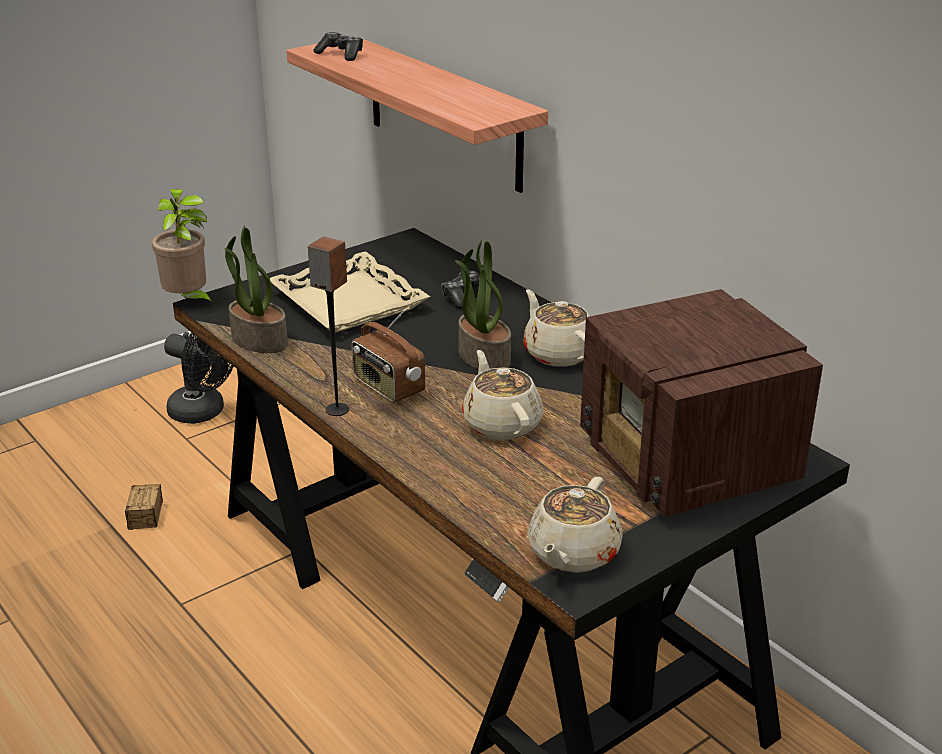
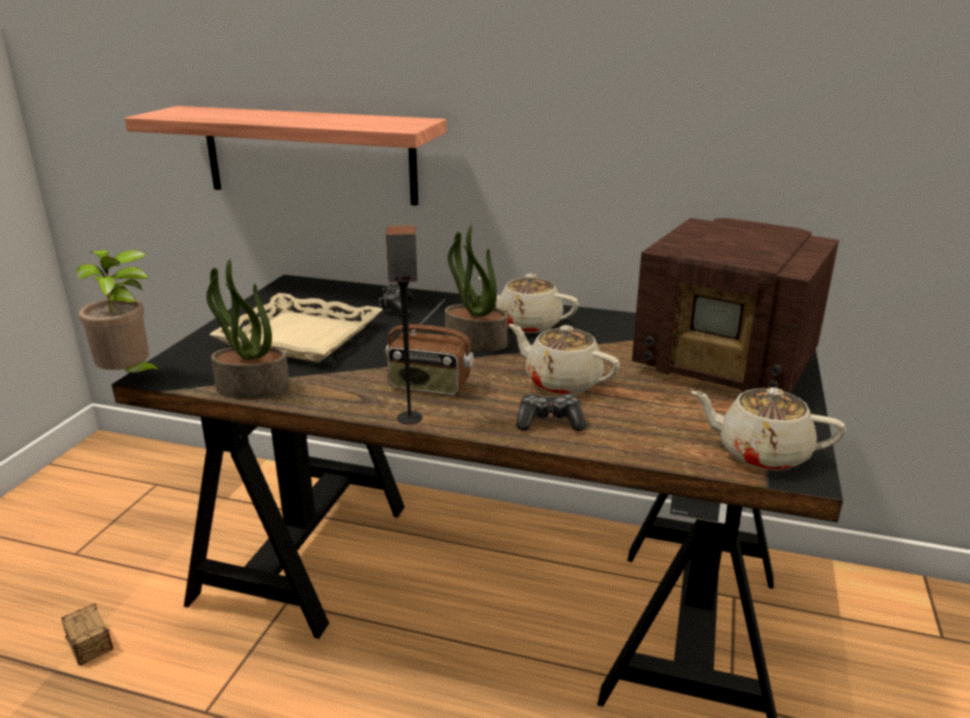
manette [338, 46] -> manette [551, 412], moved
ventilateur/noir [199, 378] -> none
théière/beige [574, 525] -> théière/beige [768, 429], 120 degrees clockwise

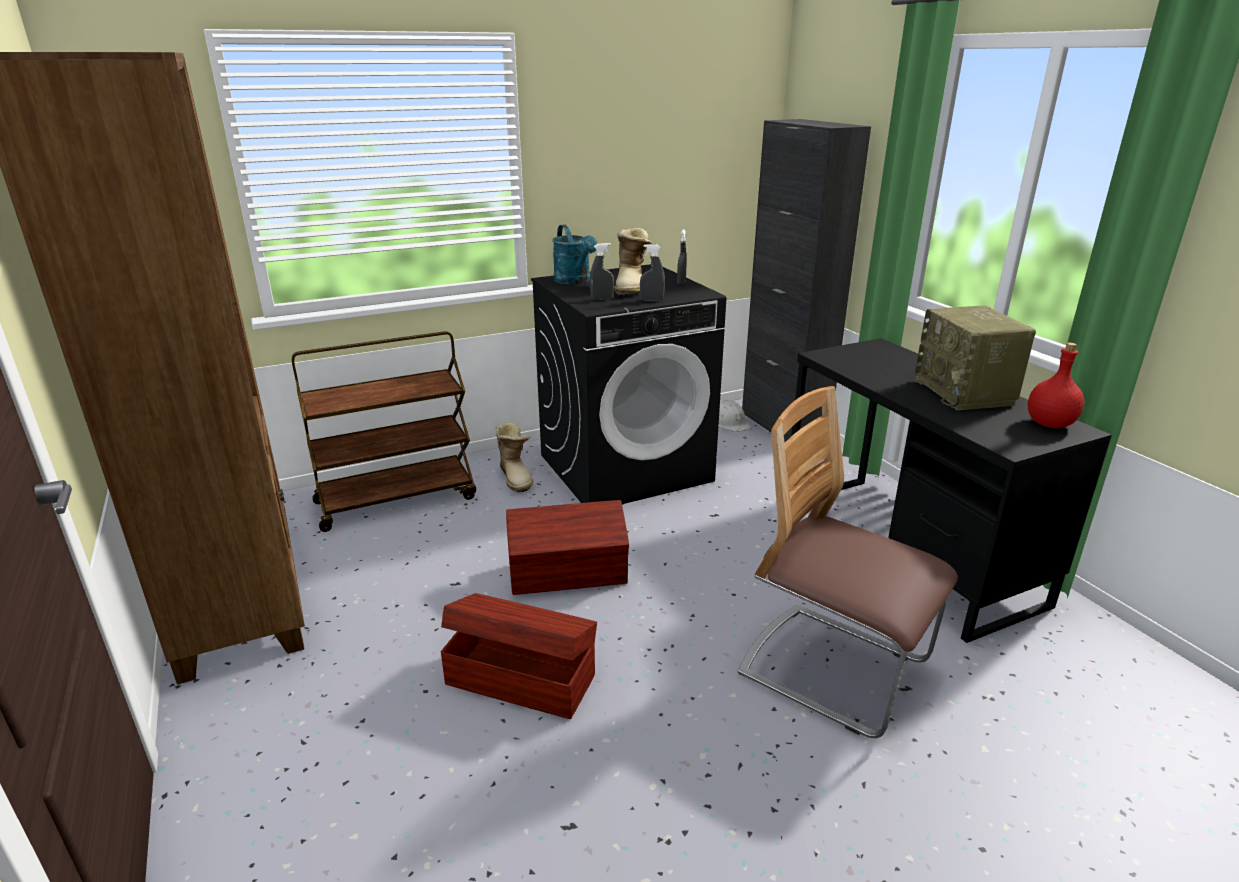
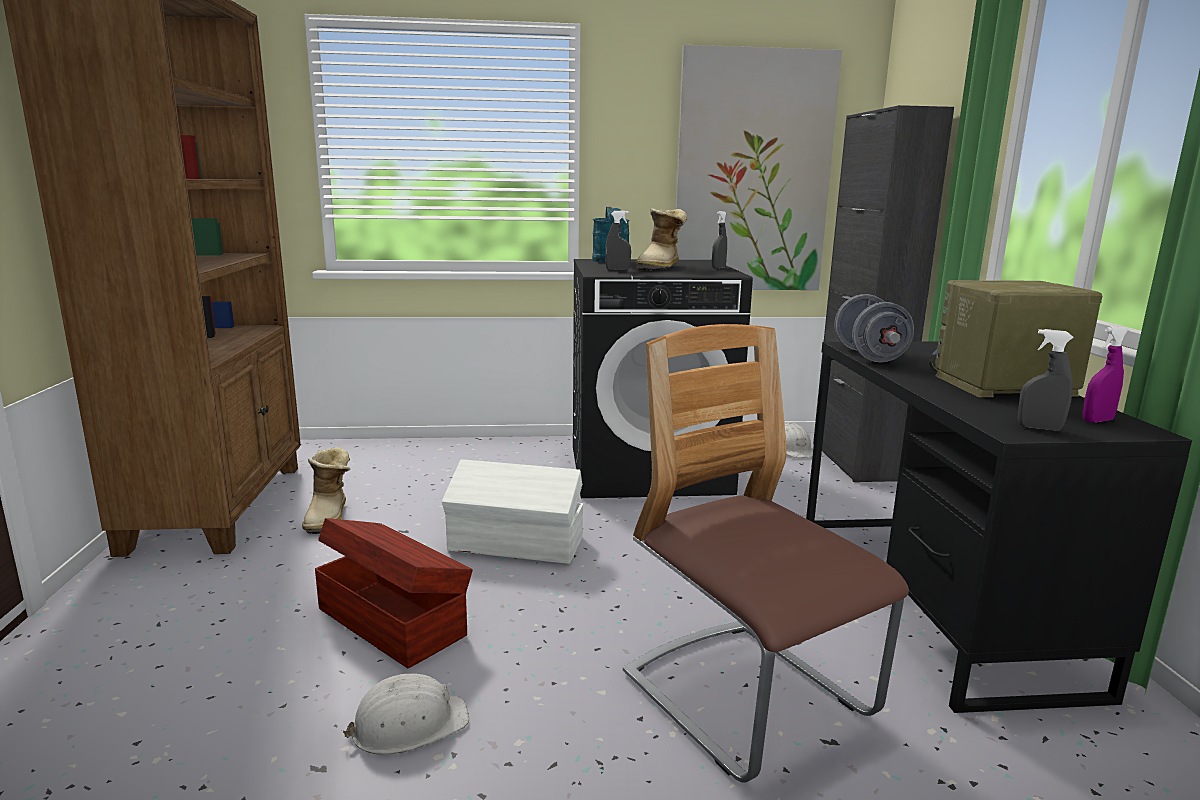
vaporisateur/gris [652, 272] -> vaporisateur/gris [1046, 380], moved
radio [975, 358] -> radio [1015, 338], 75 degrees clockwise
chariot/marron [384, 431] -> none
bouteille/rouge [1056, 386] -> vaporisateur/violet [1105, 374]
botte [514, 457] -> botte [326, 490], moved
boîte de rangement/marron [567, 547] -> boîte de rangement/blanc [512, 511]
none -> tableau [758, 167]
none -> haltère/gris [874, 328]
none -> casque de chantier/blanc [406, 714]

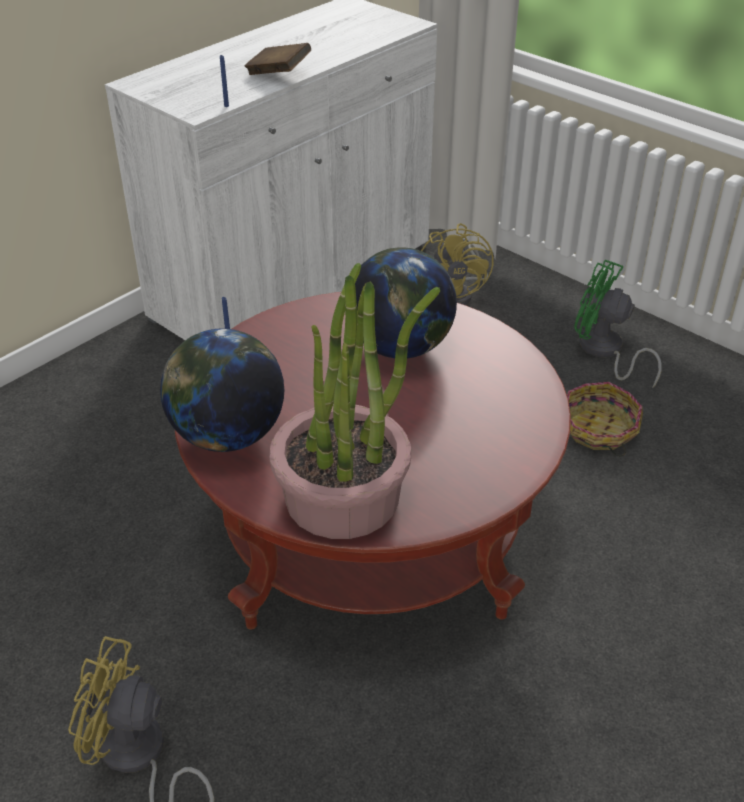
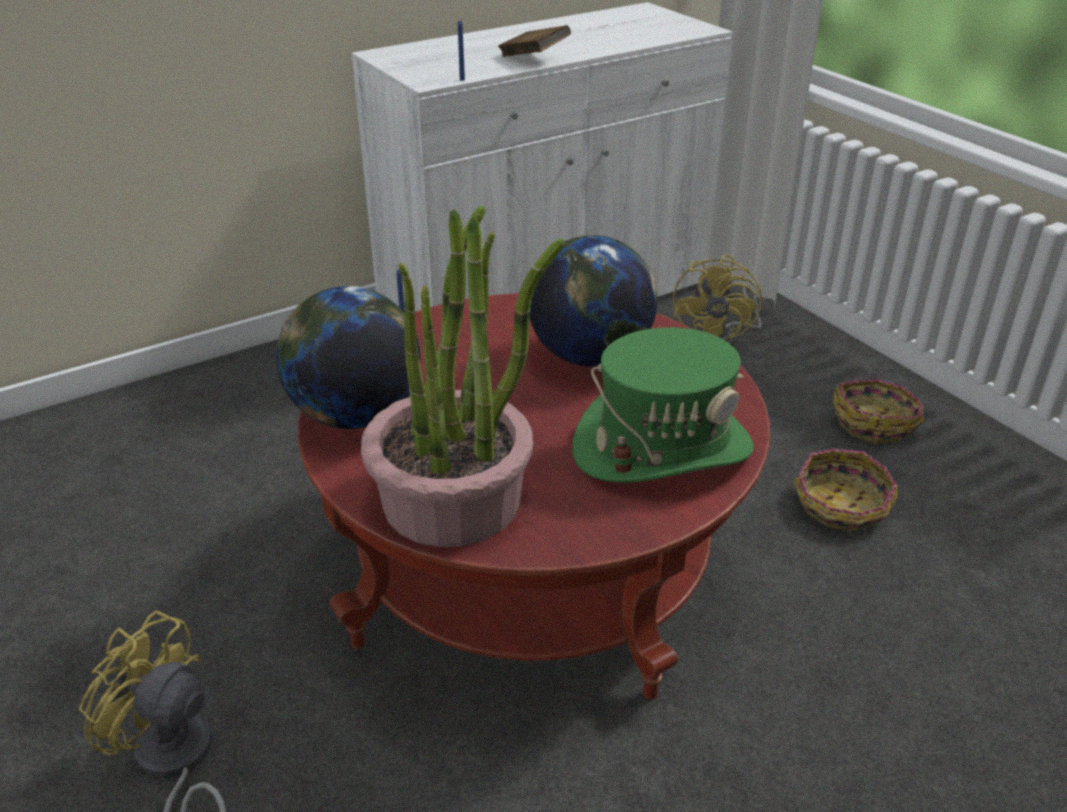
ventilateur/vert [618, 324] -> panier [878, 411]
none -> chapeau/vert [663, 405]

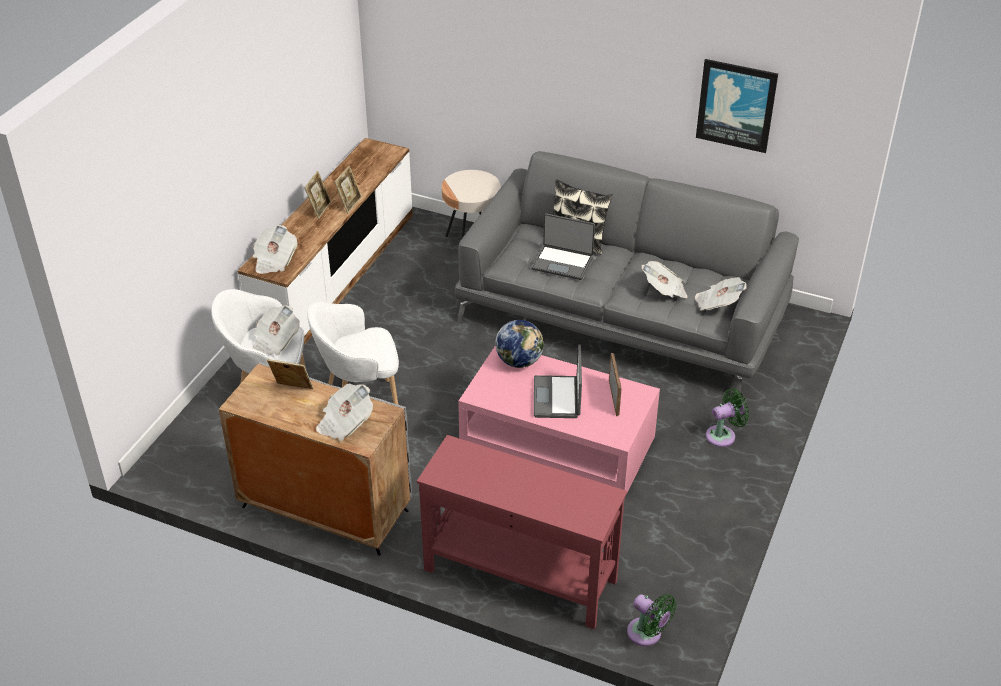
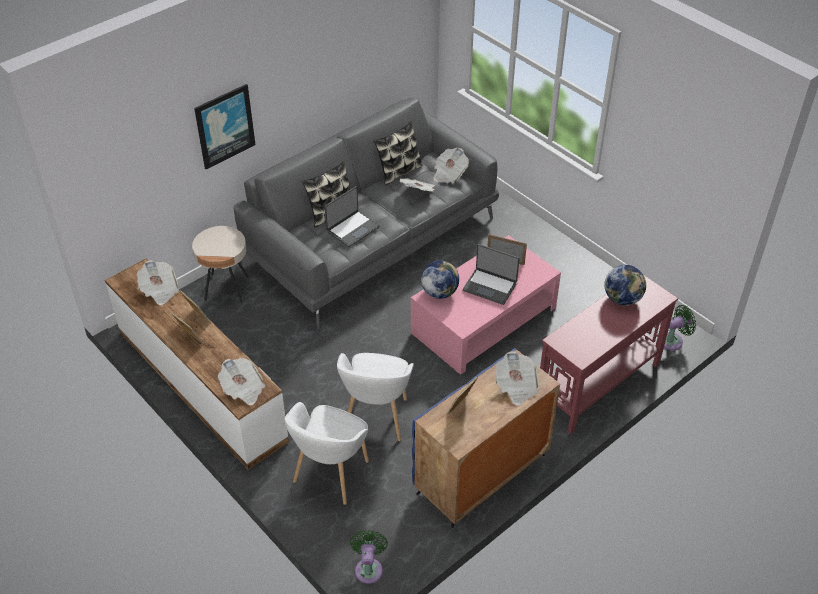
tableau [737, 106] -> tableau [225, 126], moved
journal [276, 330] -> journal [158, 282], moved
meuble de rangement/gris [315, 459] -> meuble de rangement/bleu [486, 438]
ventilateur/vert [727, 418] -> ventilateur/vert [369, 557], moved
none -> coussin [398, 153]
none -> globe [625, 285]

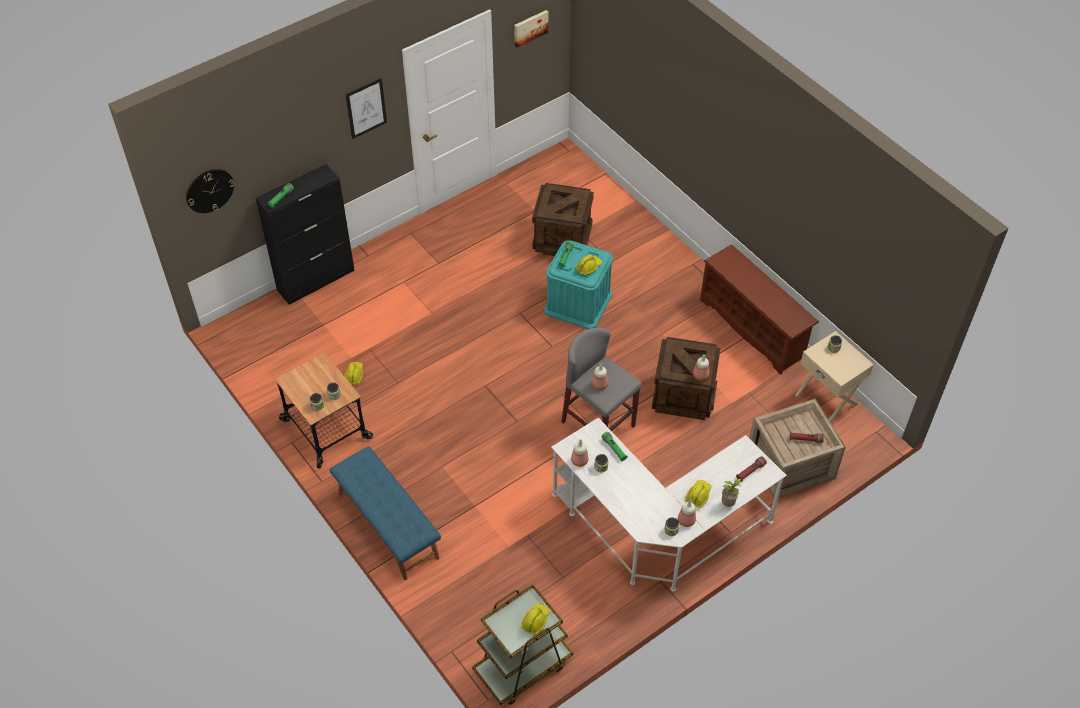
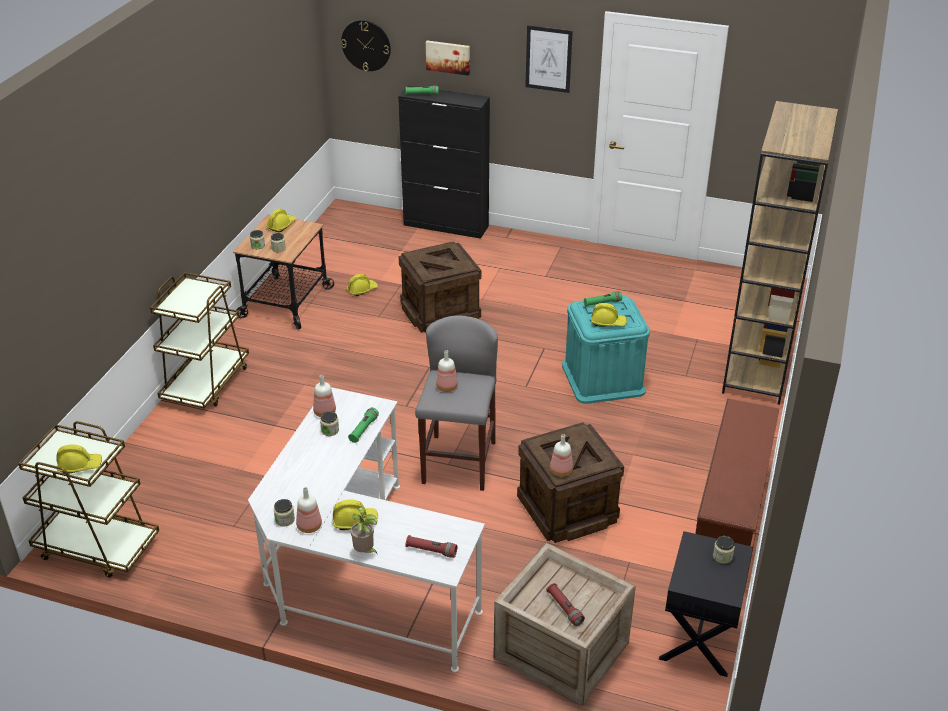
tableau [531, 28] -> tableau [448, 58], moved
caisse [563, 219] -> caisse [440, 287], moved
table de chevet/beige [834, 377] -> table de chevet/noir [706, 604]
banc/bleu [385, 513] -> chariot/marron [199, 340]
none -> bibliothèque/marron [780, 253]
none -> casque de chantier/jaune [281, 220]

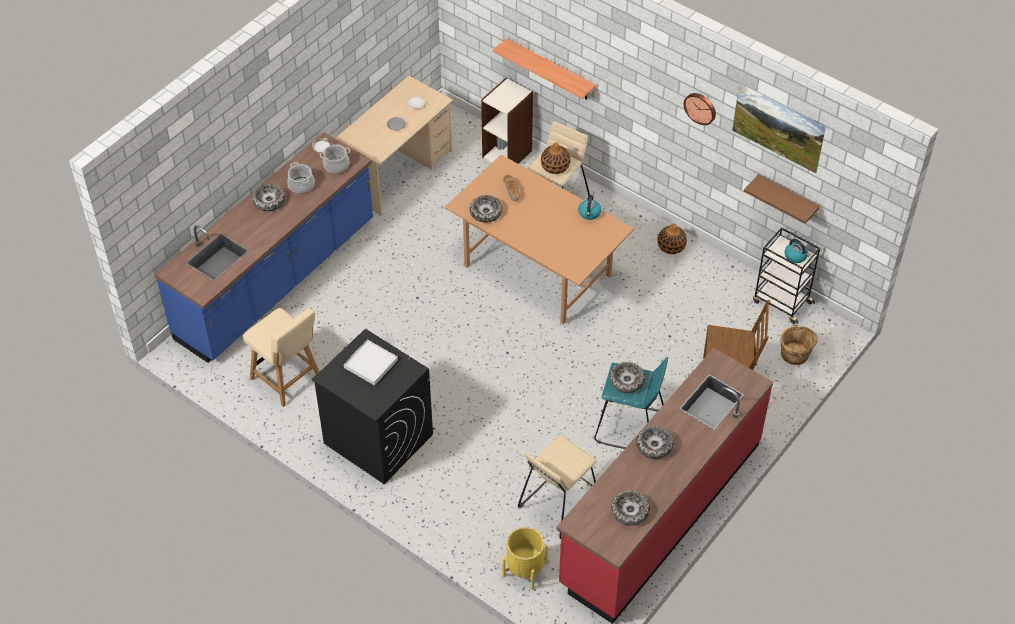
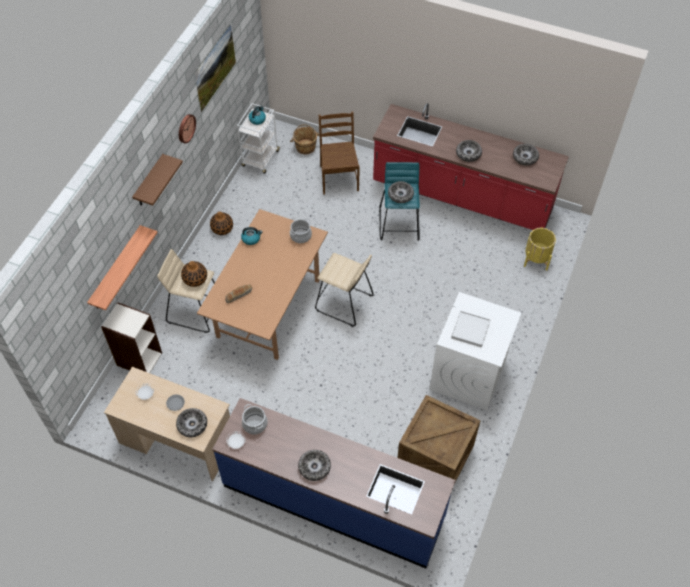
marmite [301, 178] -> marmite [301, 230], moved
étagère/marron [782, 199] -> étagère/marron [157, 180], moved
bol [486, 209] -> bol [191, 422], moved
chariot/noir [786, 275] -> chariot/blanc [258, 138]
chaise/beige [281, 357] -> caisse [439, 438]
lave-linge/noir [372, 406] -> lave-linge/blanc [475, 351]
tabouret/beige [557, 487] -> tabouret/beige [344, 290], moved

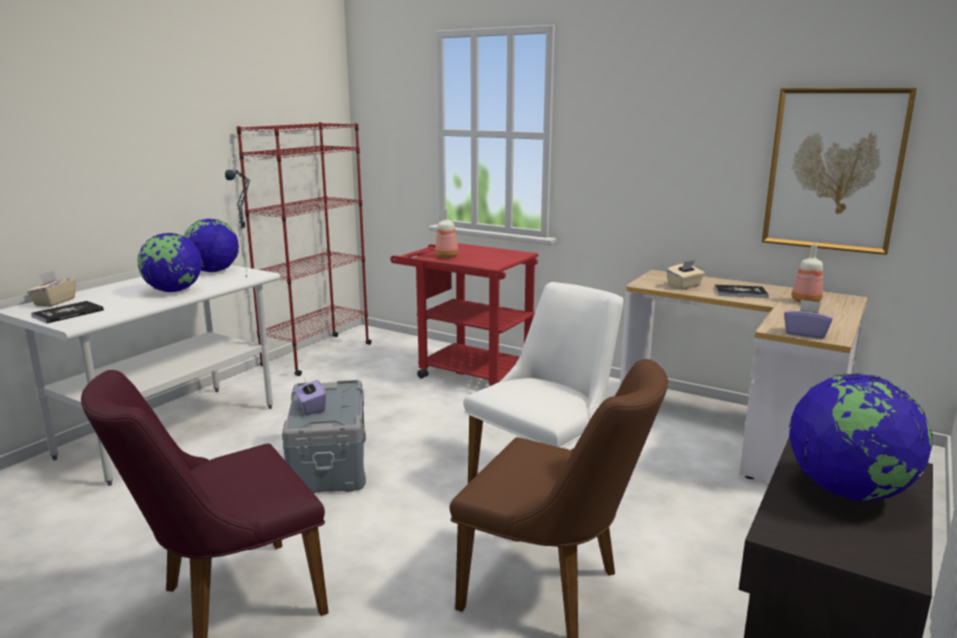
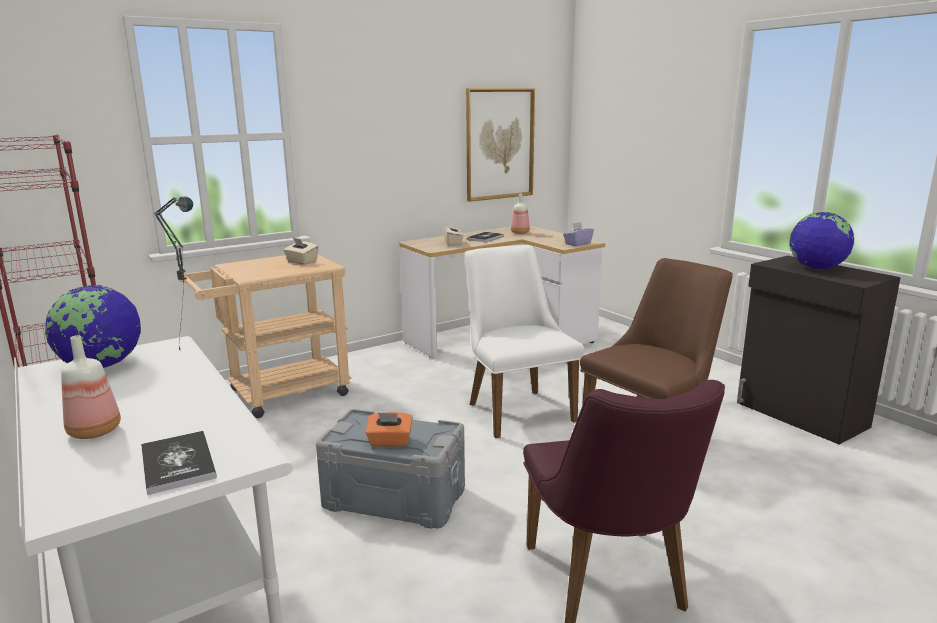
bouteille [446, 233] -> bouteille [91, 387], moved
globe [169, 262] -> none
chariot/rouge [464, 315] -> chariot/beige [265, 336]
boîte à mouchoirs/beige [51, 288] -> boîte à mouchoirs/beige [301, 251], moved
boîte à mouchoirs/violet [310, 396] -> boîte à mouchoirs/orange [389, 429]

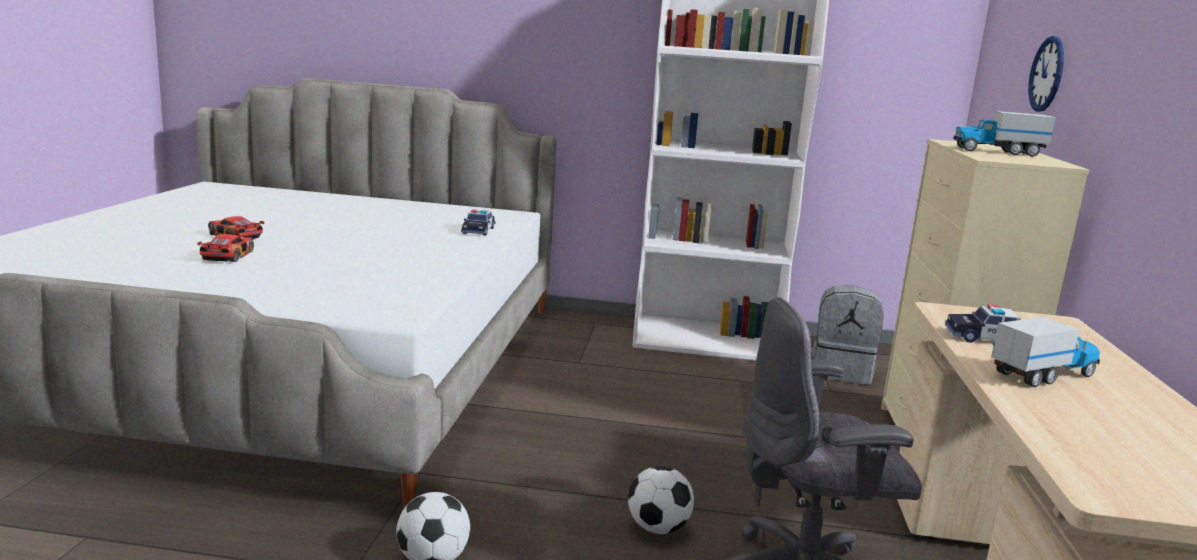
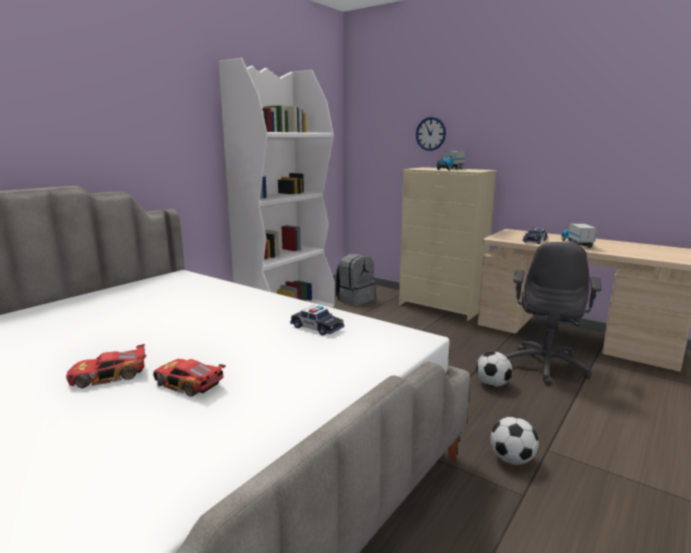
petite voiture [478, 222] -> petite voiture [317, 320], moved

